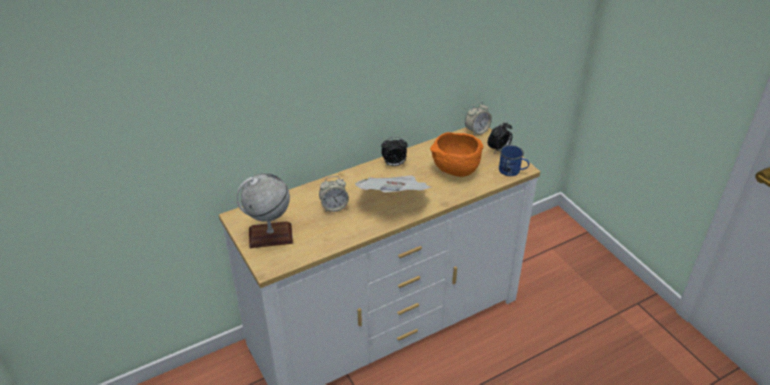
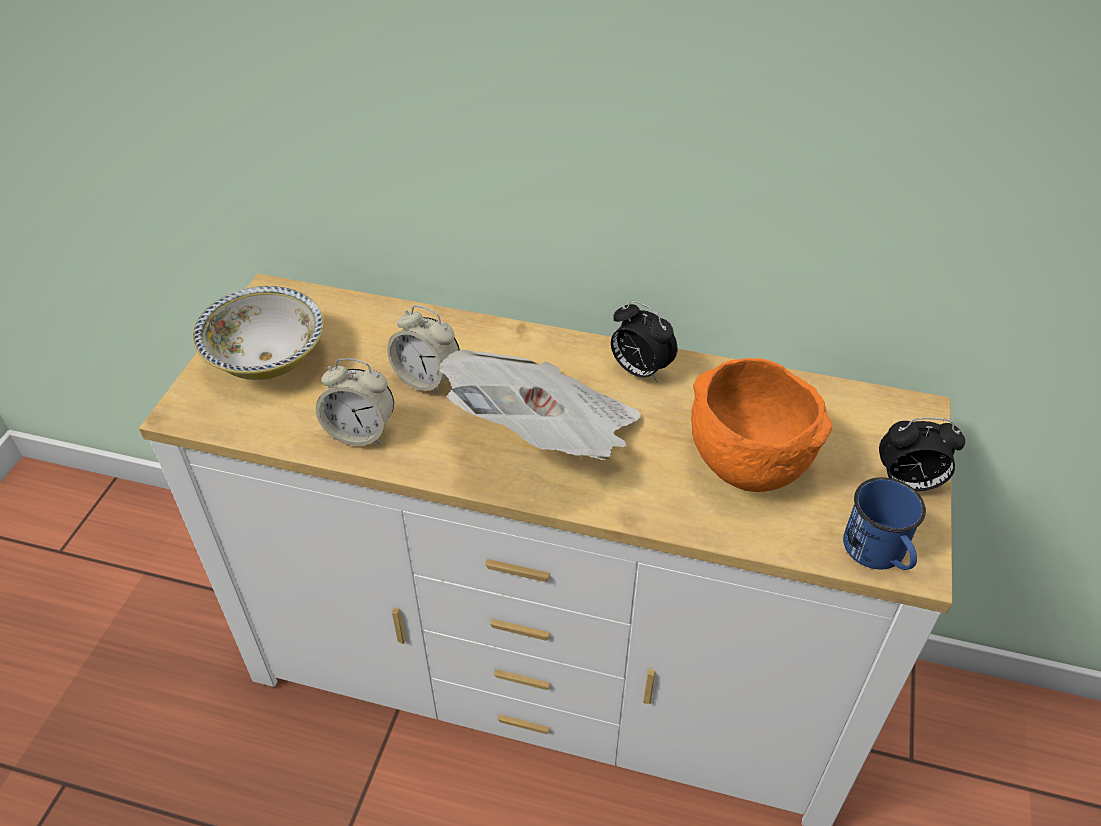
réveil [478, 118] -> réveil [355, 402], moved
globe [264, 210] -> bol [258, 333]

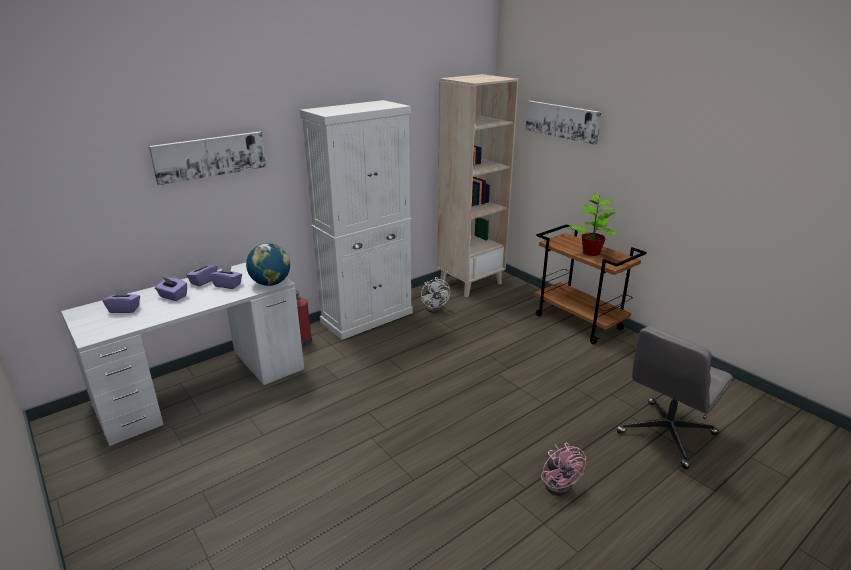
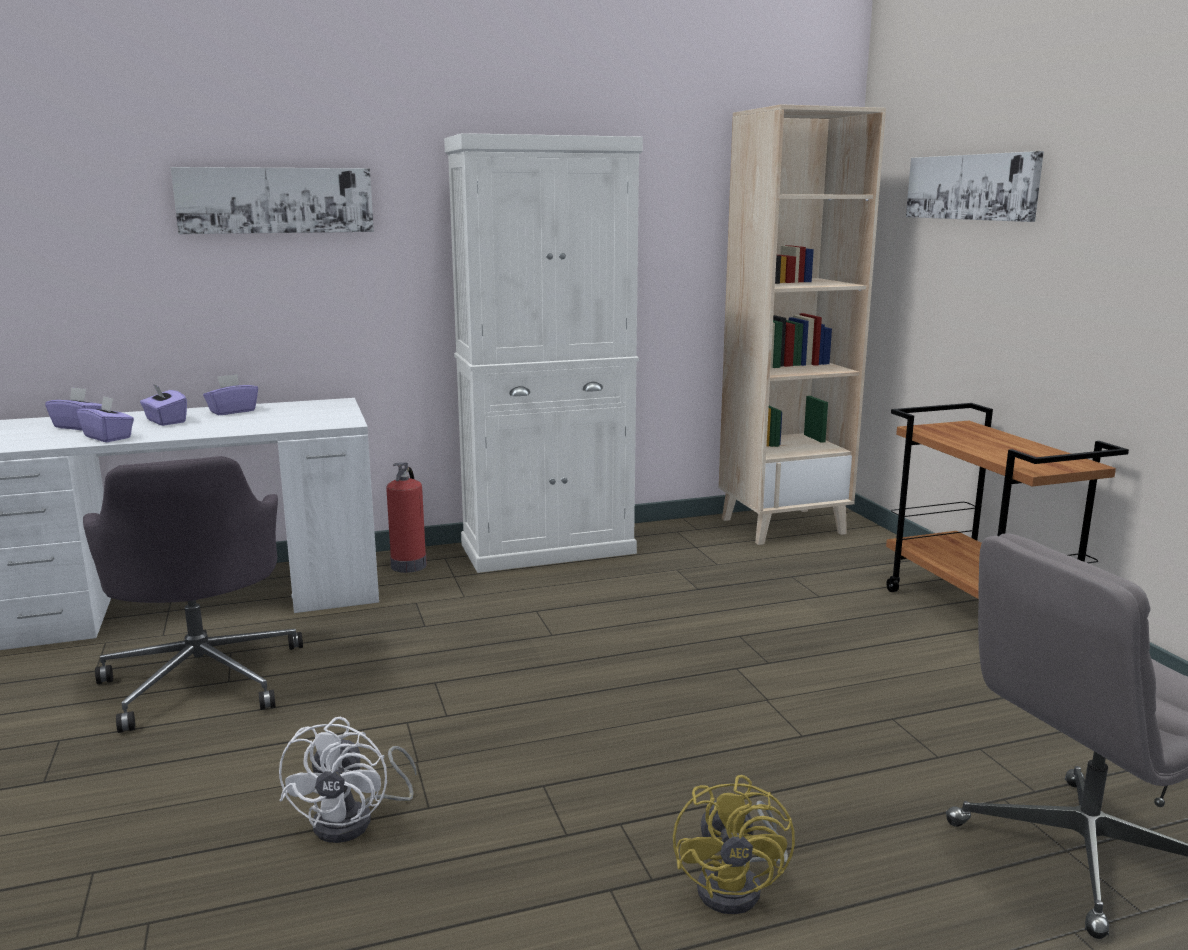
plante en pot [592, 225] -> none
globe [268, 264] -> none
boîte à mouchoirs/violet [226, 277] -> boîte à mouchoirs/violet [105, 419], moved
ventilateur/blanc [435, 295] -> ventilateur/blanc [348, 780], moved
ventilateur/rose [563, 469] -> ventilateur/jaune [734, 844]
none -> chaise de bureau/gris [193, 594]

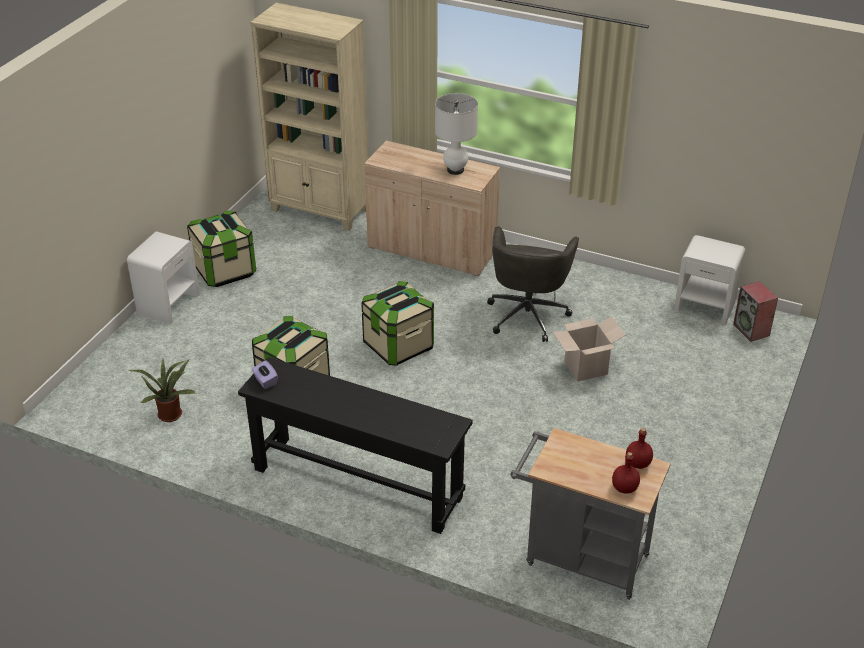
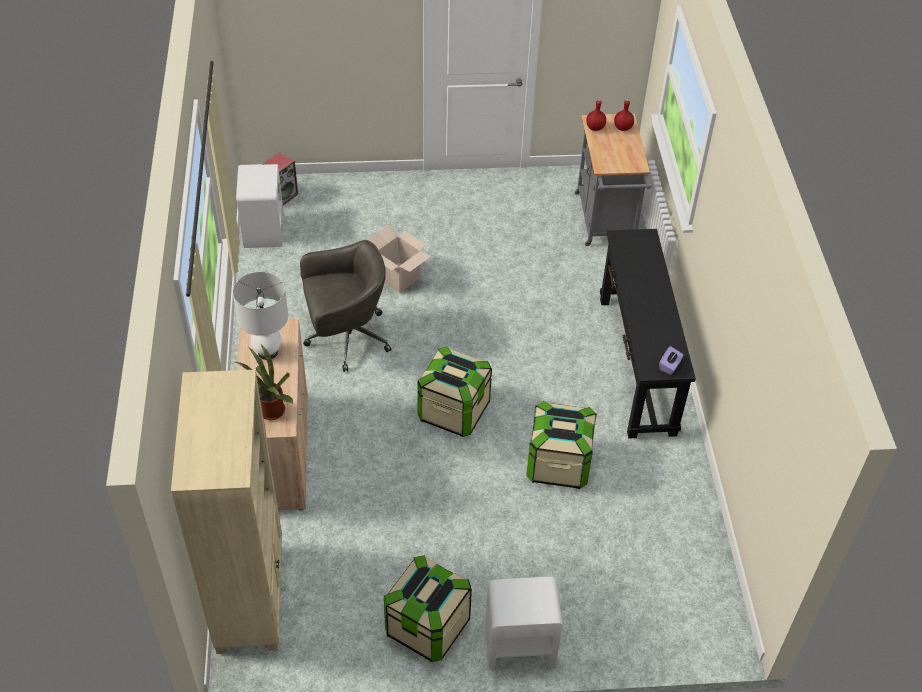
plante en pot [162, 390] -> plante en pot [262, 382], moved

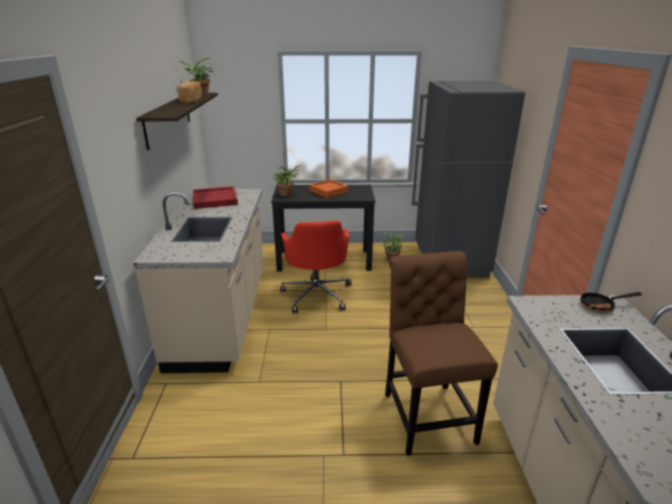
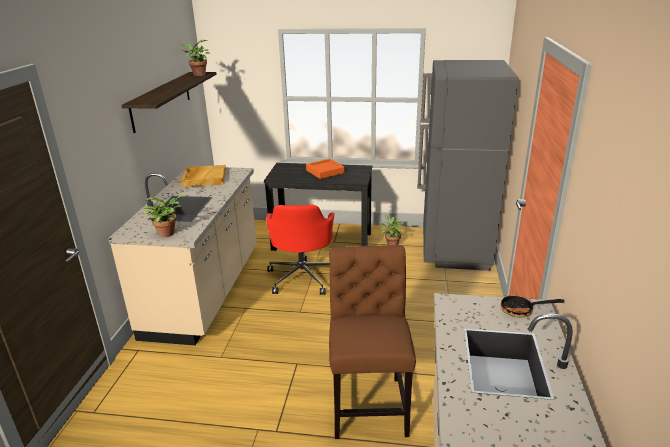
pain [190, 92] -> none
plante en pot [286, 181] -> plante en pot [164, 216], moved
plateau/rouge [215, 197] -> plateau/beige [203, 176]

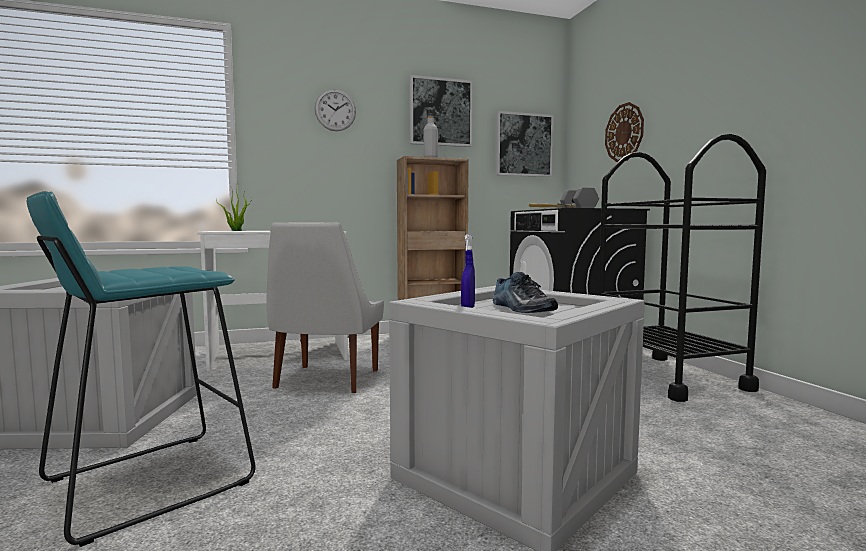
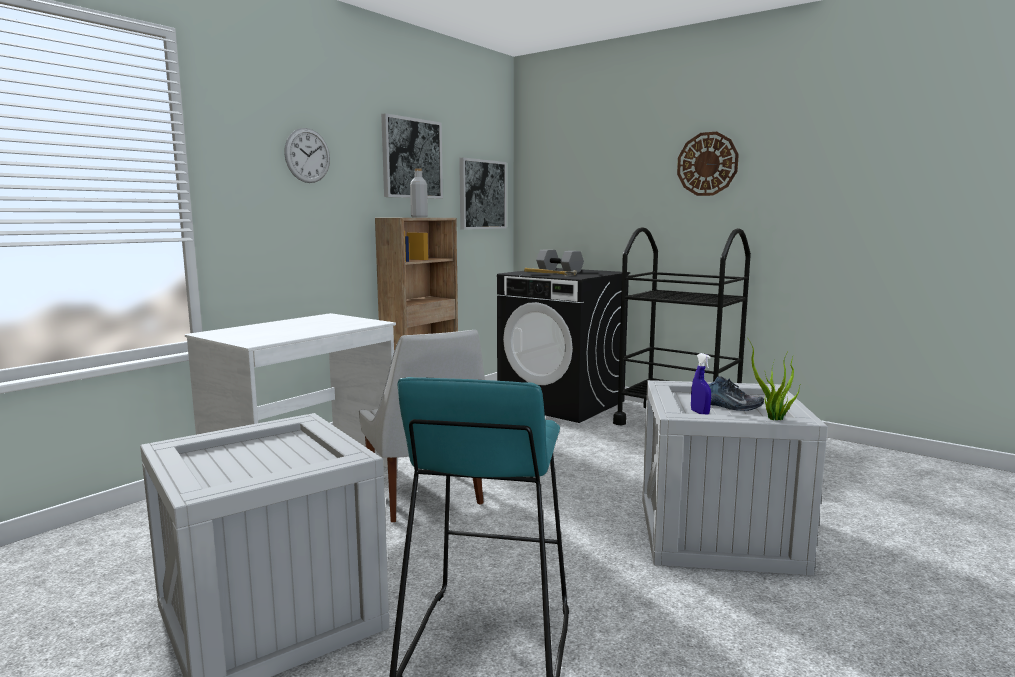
horloge murale [624, 132] -> horloge murale [708, 164], moved
plante en pot [234, 208] -> plante en pot [773, 378], moved

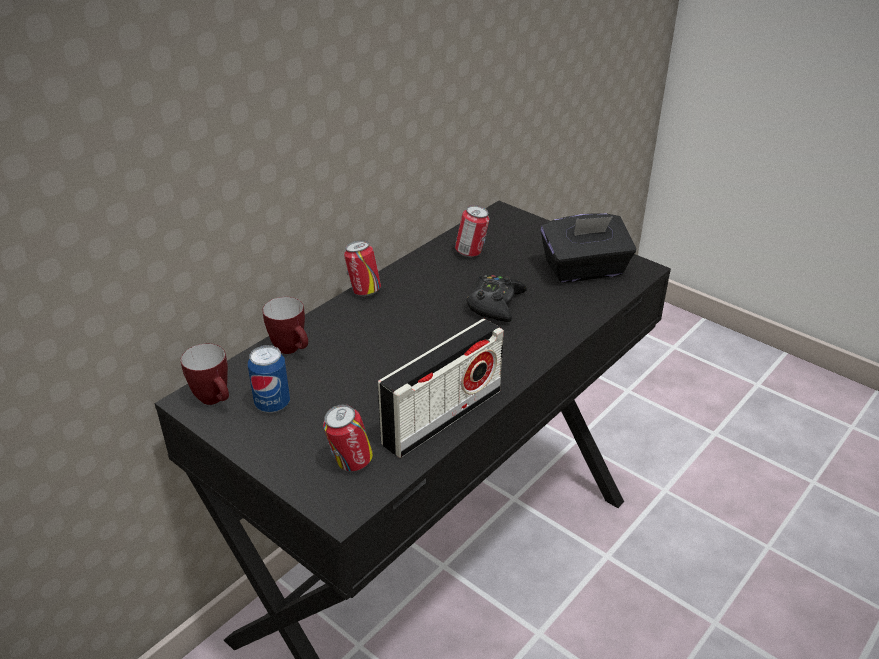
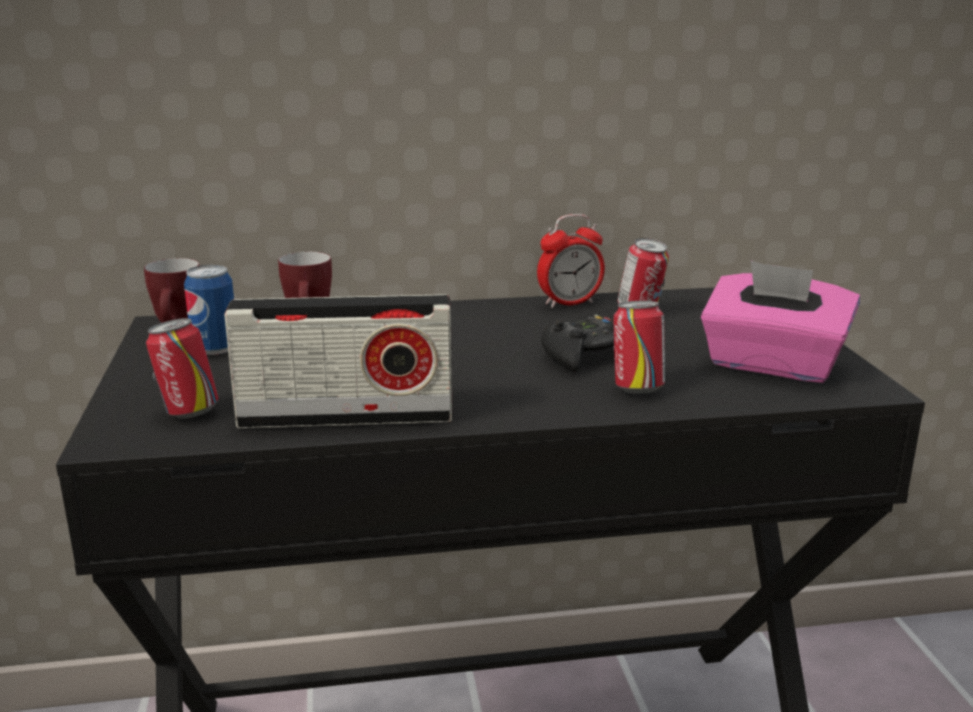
boîte à mouchoirs/noir [588, 248] -> boîte à mouchoirs/rose [780, 322]
boîte métallique [362, 268] -> boîte métallique [639, 347], moved
none -> réveil [571, 261]

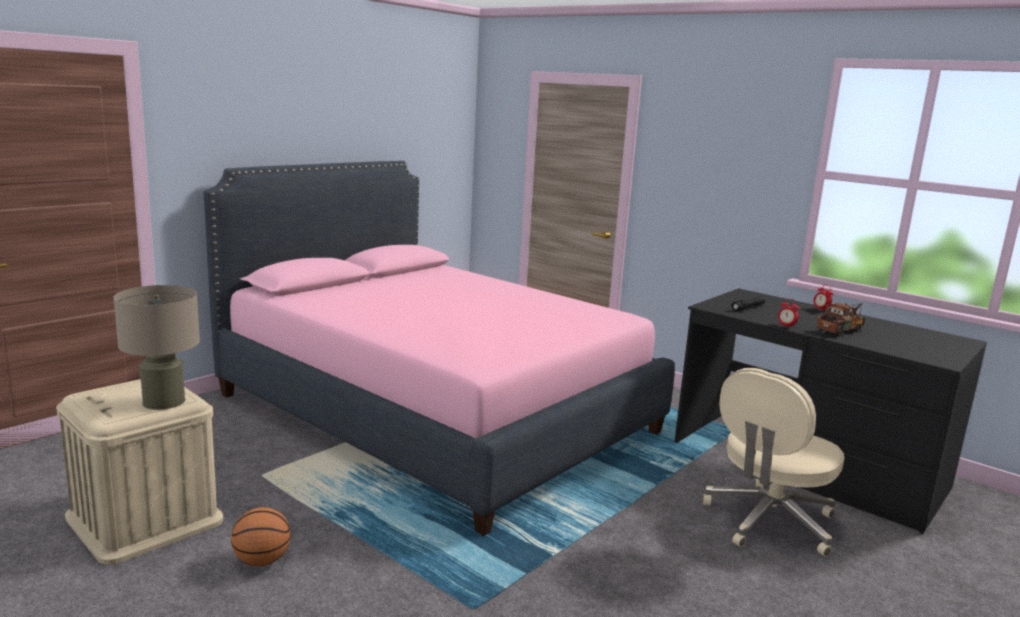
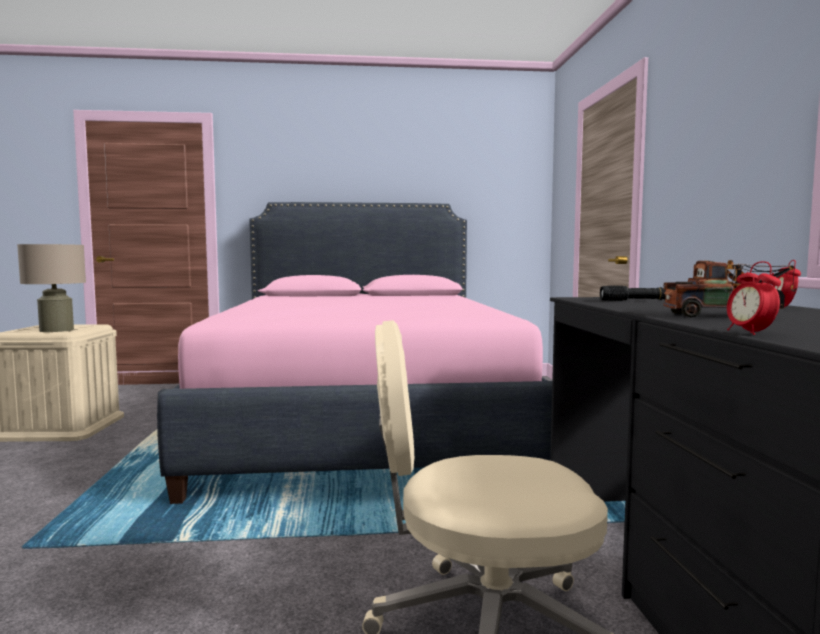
réveil [788, 314] -> réveil [754, 298], moved
ballon de basket [261, 536] -> none

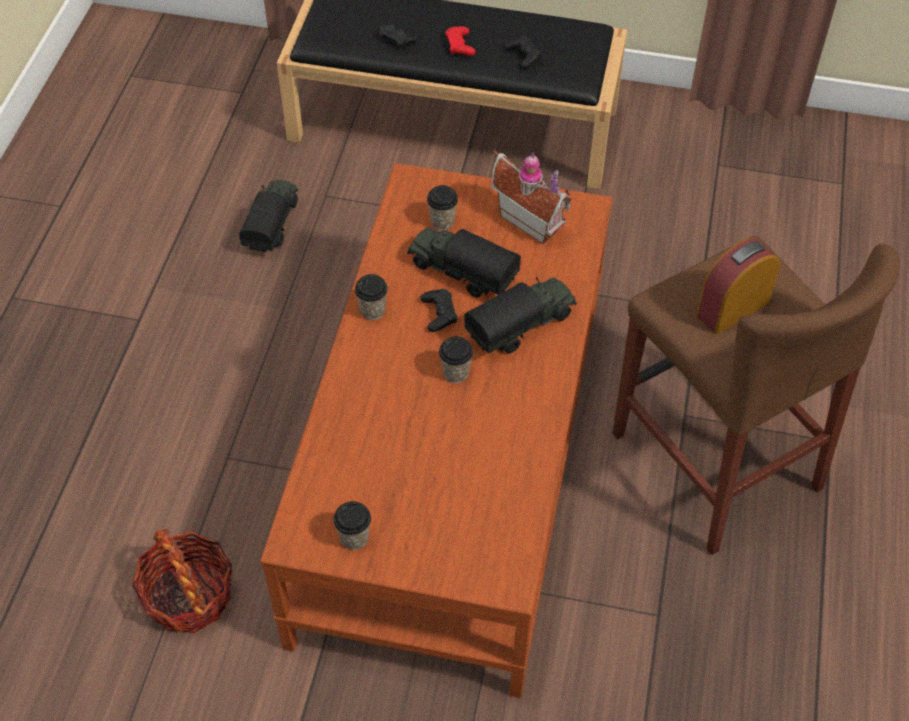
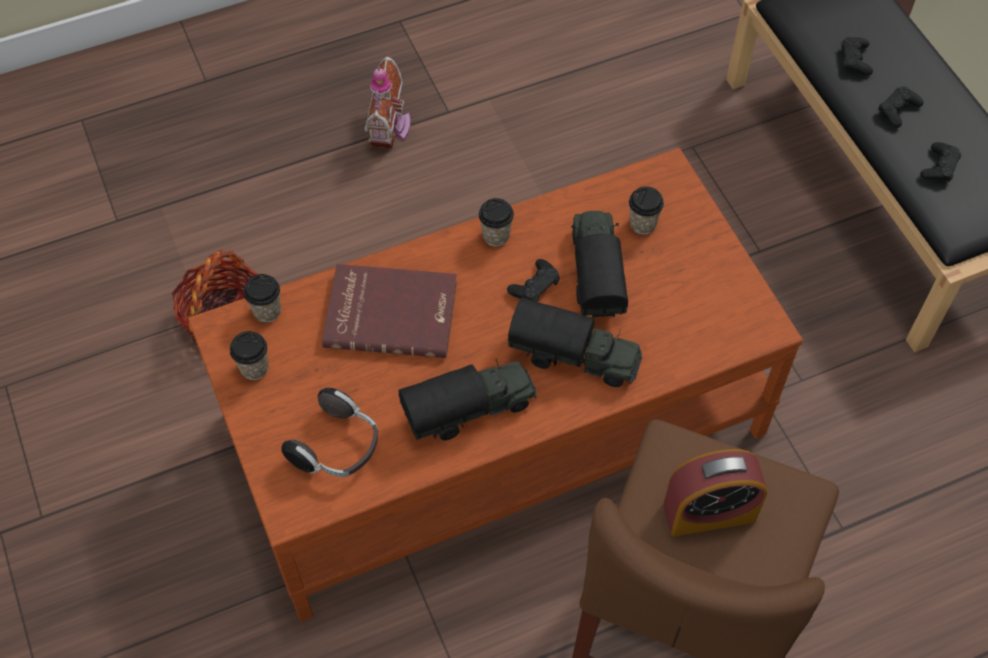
manette/rouge [460, 41] -> manette/noir [901, 107]
maison miniature [531, 197] -> maison miniature [388, 100], moved
camion jouet [268, 216] -> camion jouet [467, 399], moved
réveil [738, 286] -> réveil [715, 493], 150 degrees clockwise
tasse [456, 359] -> tasse [262, 298], moved
none -> livre/rouge [389, 311]
none -> casque audio [330, 432]

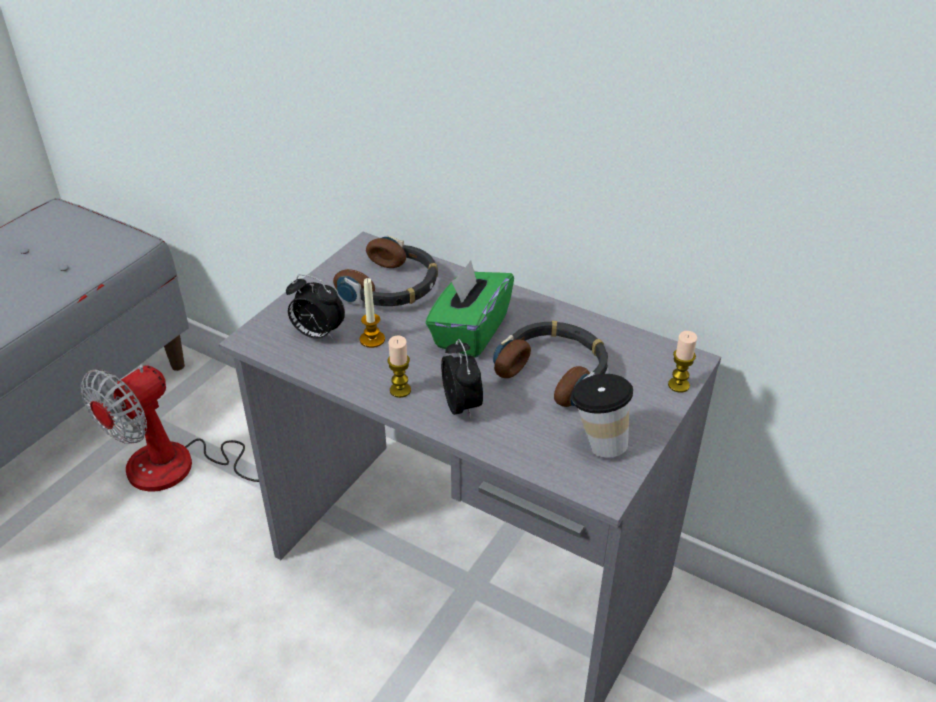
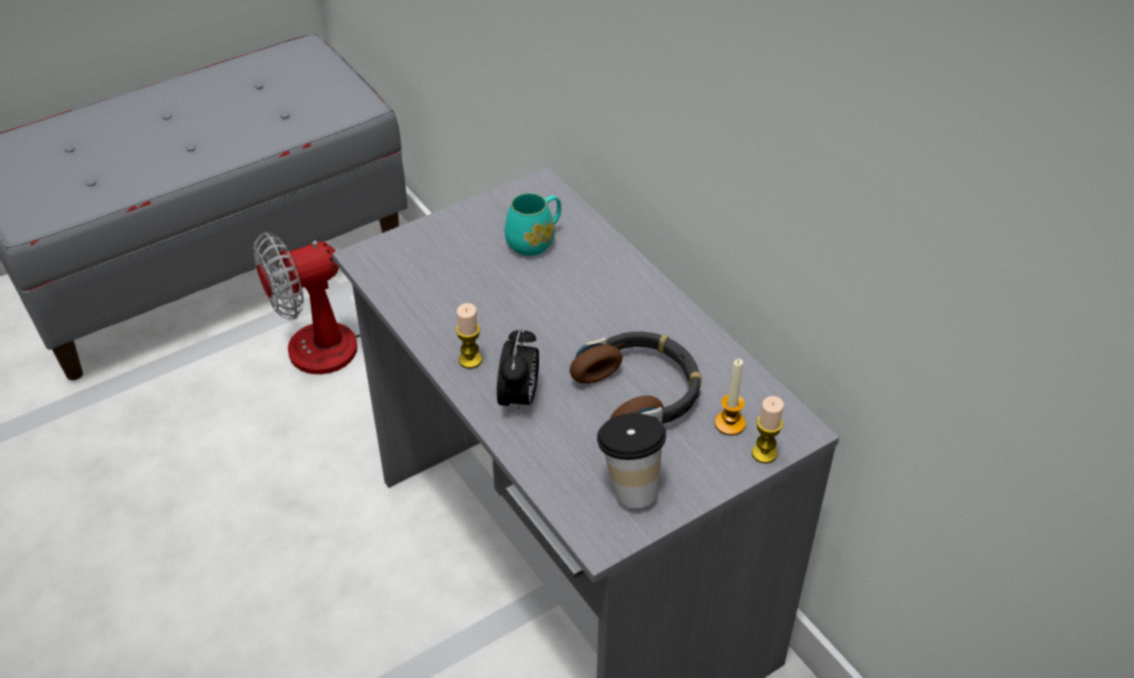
casque audio [385, 270] -> mug/turquoise [533, 224]
boîte à mouchoirs/vert [470, 309] -> none
réveil [315, 307] -> none
bougie [372, 313] -> bougie [730, 397], moved

